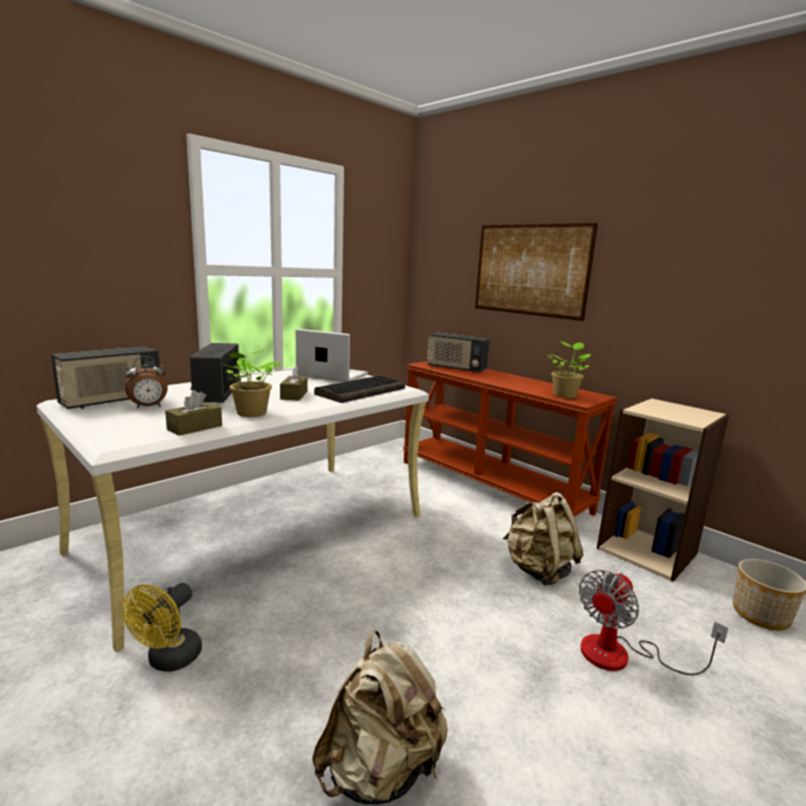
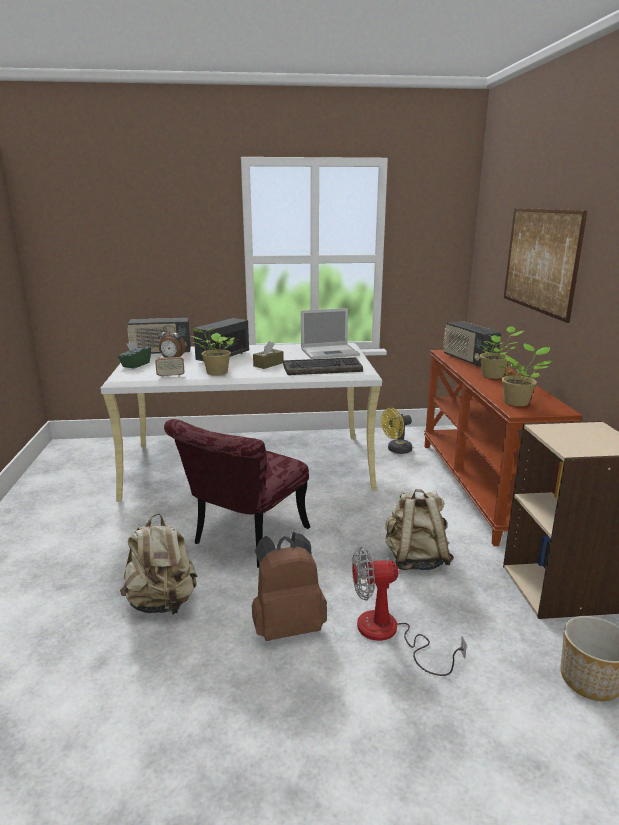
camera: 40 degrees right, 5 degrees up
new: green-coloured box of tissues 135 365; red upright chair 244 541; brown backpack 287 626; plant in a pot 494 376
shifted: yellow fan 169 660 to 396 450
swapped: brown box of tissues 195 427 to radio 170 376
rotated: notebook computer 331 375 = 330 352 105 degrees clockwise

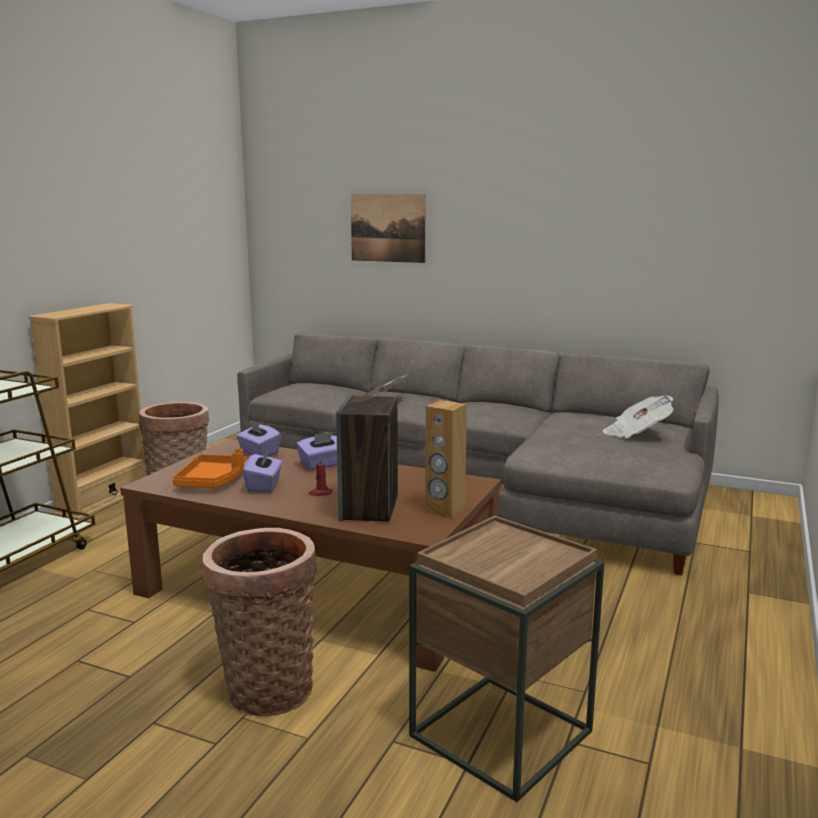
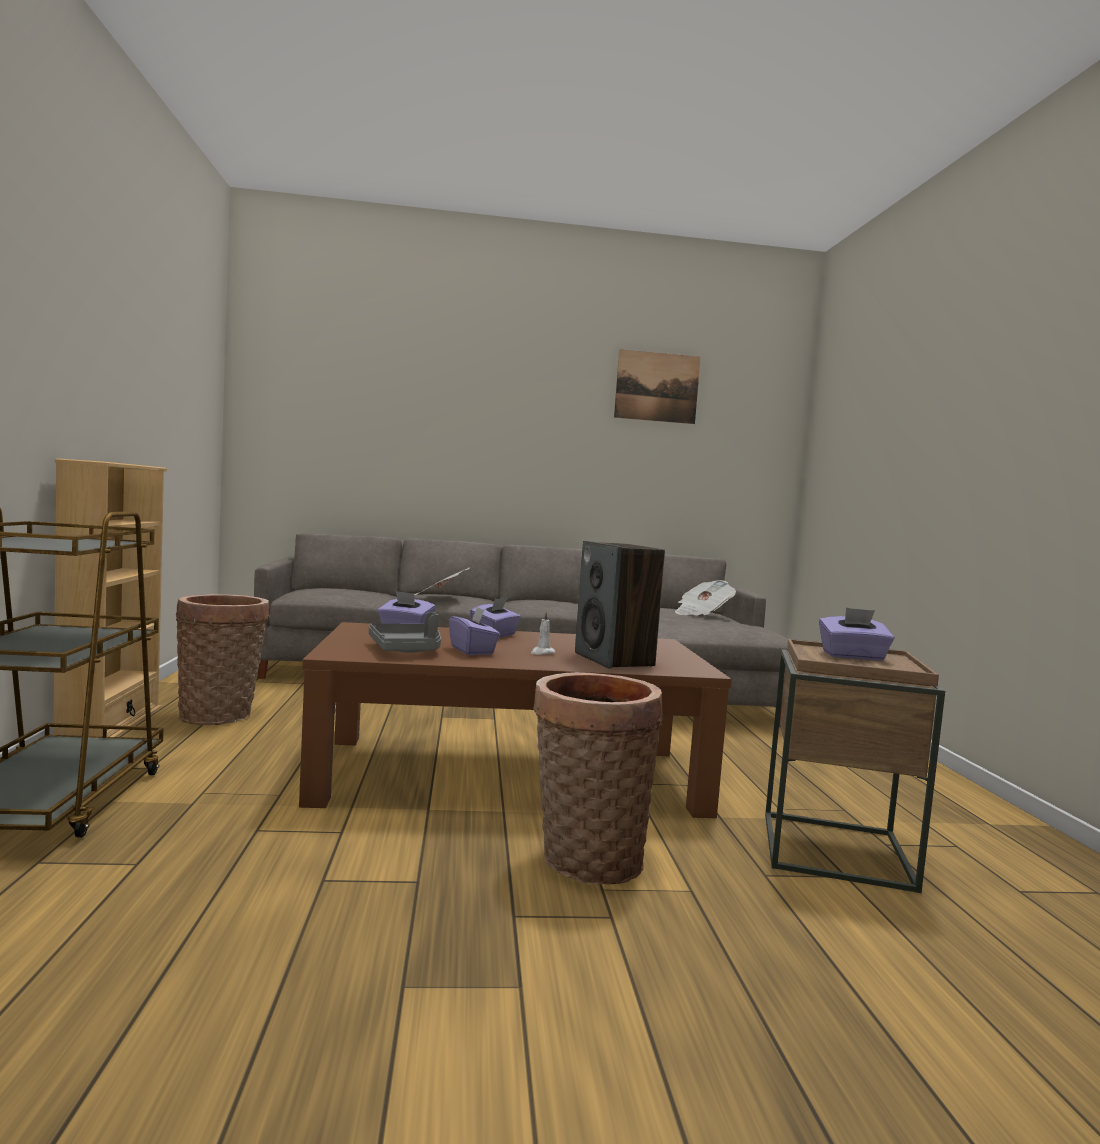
camera: 30 degrees left, 10 degrees down
gone: brown loudspeaker 444 511
new: purple box of tissues 853 656
shifted: wall picture 388 228 to 657 387
repainted: orange tray 213 481 to gray tray 406 650; red wax candle 320 493 to white-coloured wax candle 542 653

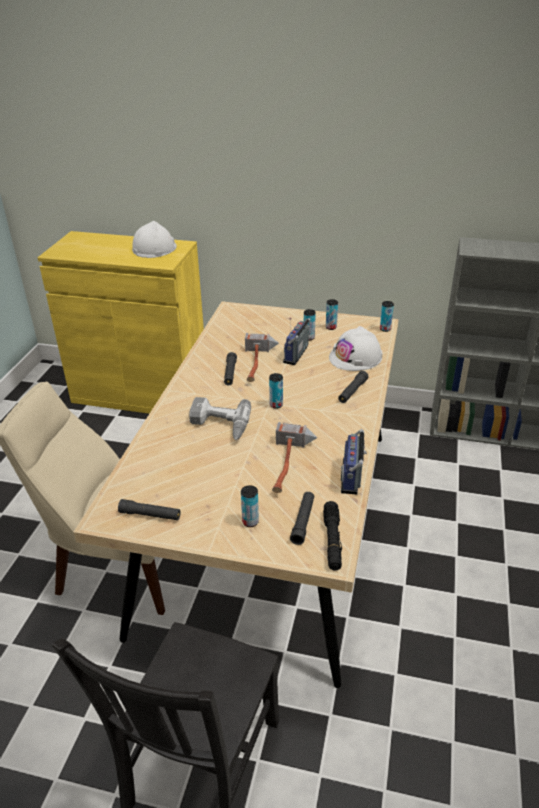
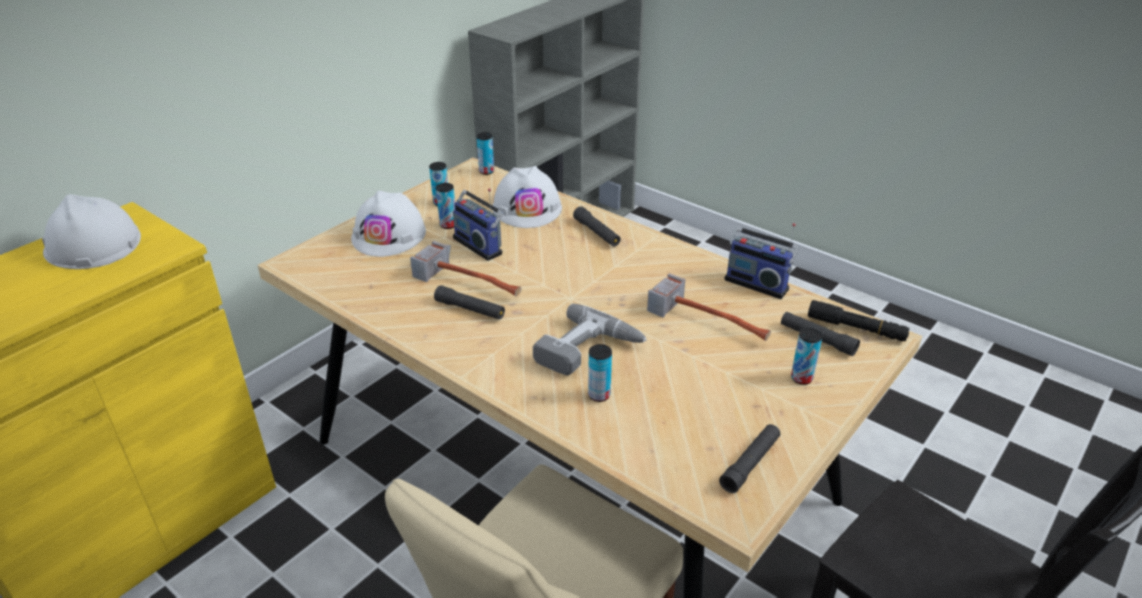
camera: 65 degrees left, 0 degrees up
new: white-coloured hard hat 389 235
shifted: can 276 405 to 599 395

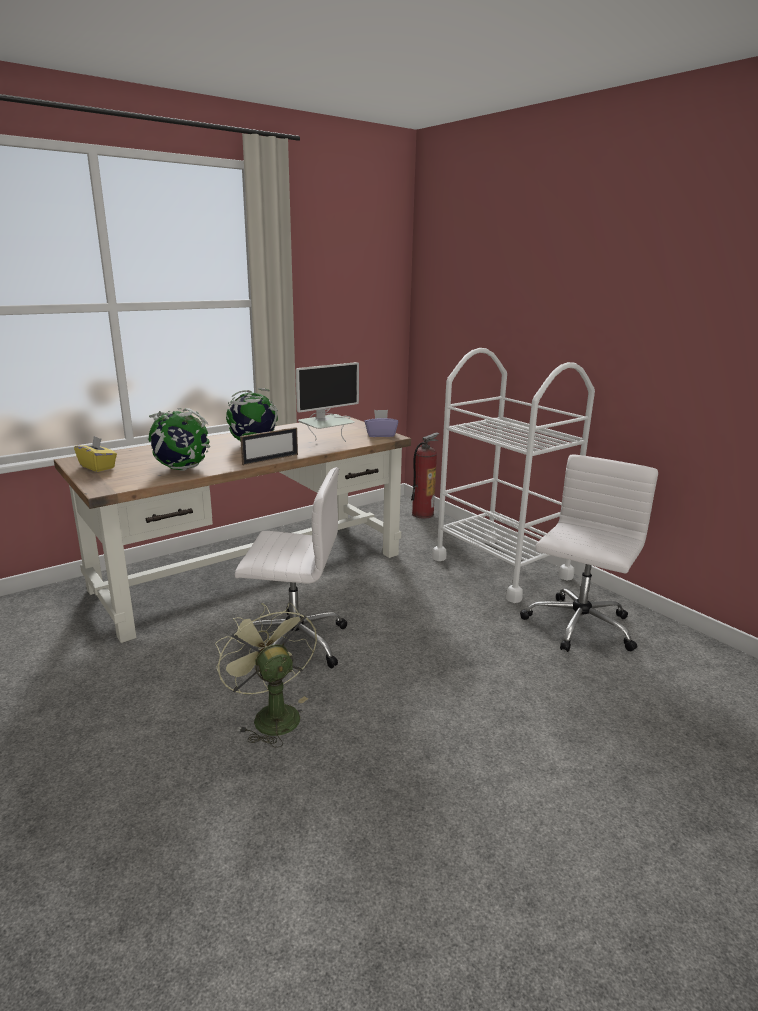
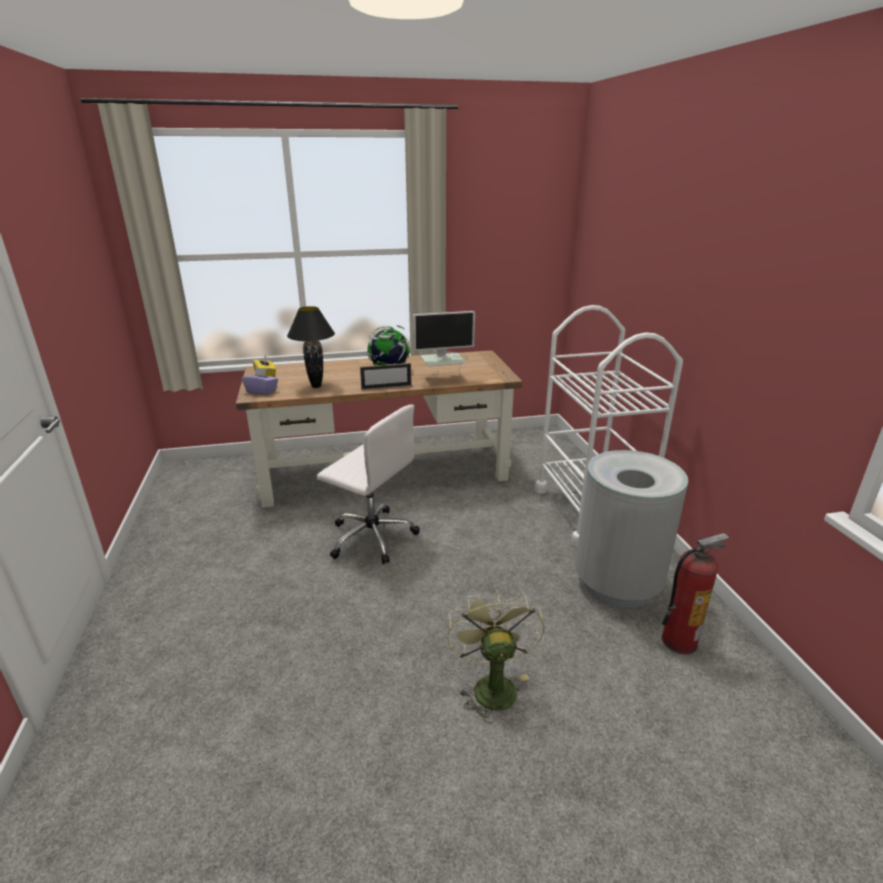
camera: 25 degrees right, 5 degrees up
shifted: green-coloured fan 271 715 to 491 684; purple box of tissues 380 435 to 262 391; fire-fighting cylinder 422 514 to 679 640
swapped: globe 181 468 to blackish lamp for a table 316 386; white-coloured computer chair 578 627 to gray rubbish bin 617 584

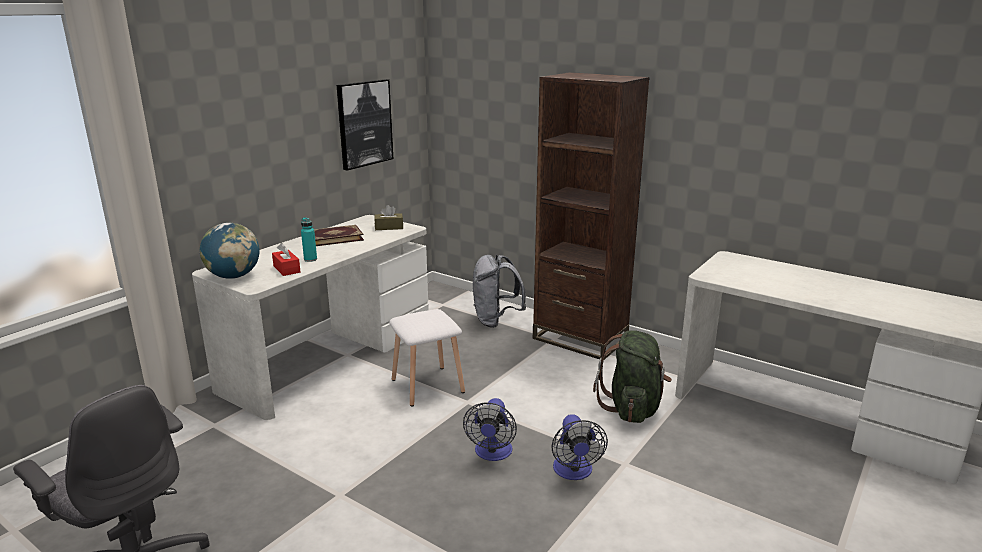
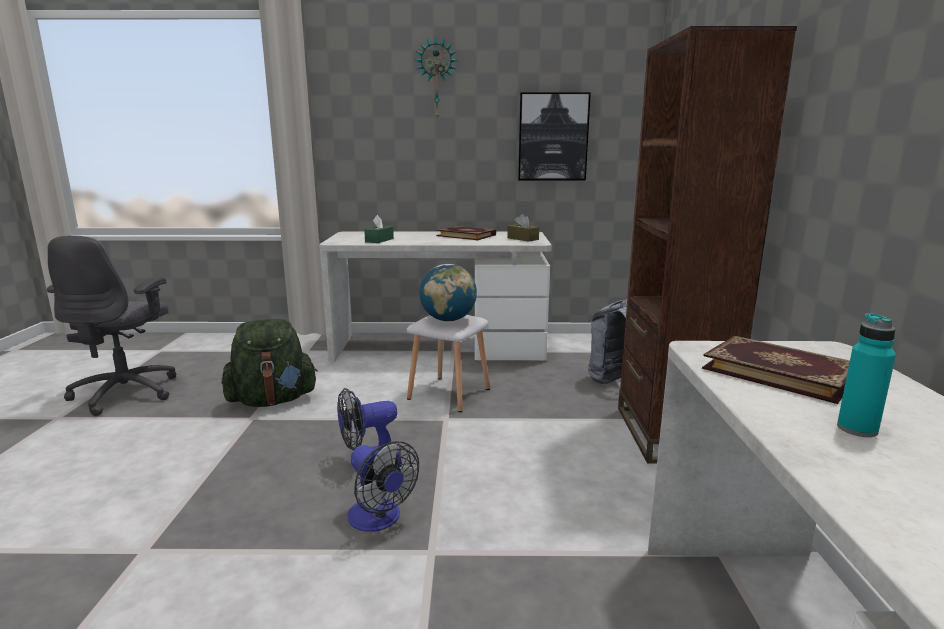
camera: 55 degrees right, 5 degrees down
new: clock on the wall 436 79; volume 779 371
shifted: globe 233 276 to 448 320; turquoise drink bottle 310 259 to 857 429; green-coloured backpack 632 408 to 272 400
repainted: red box of tissues 286 269 to green-coloured box of tissues 379 240
rotated: fan 574 472 = 379 519 90 degrees counterclockwise

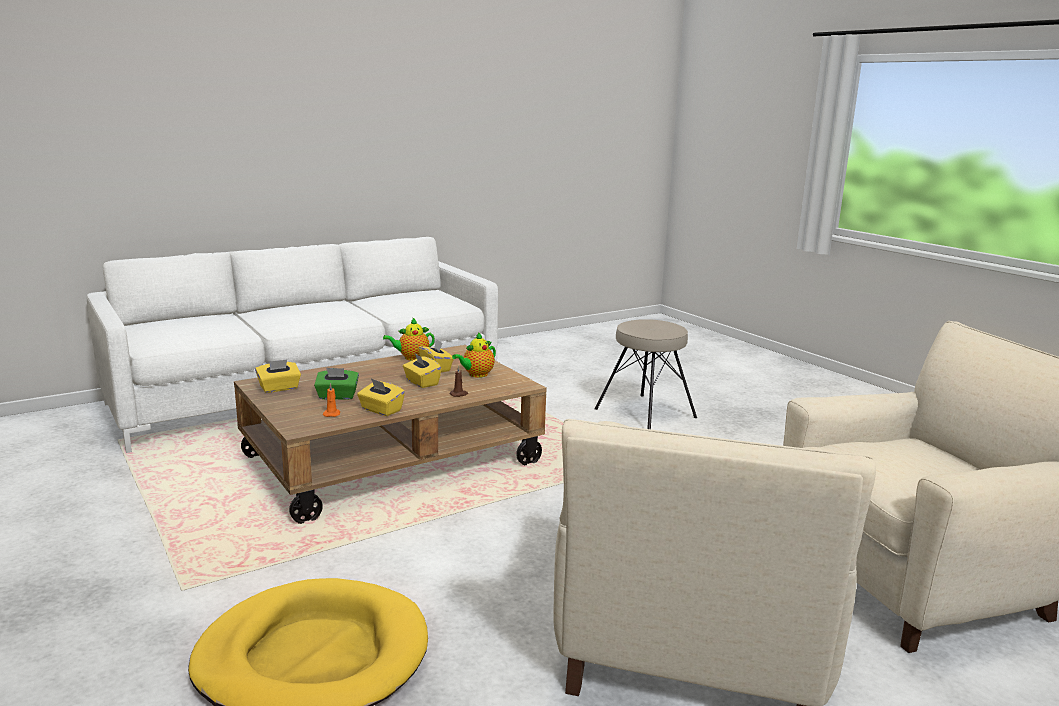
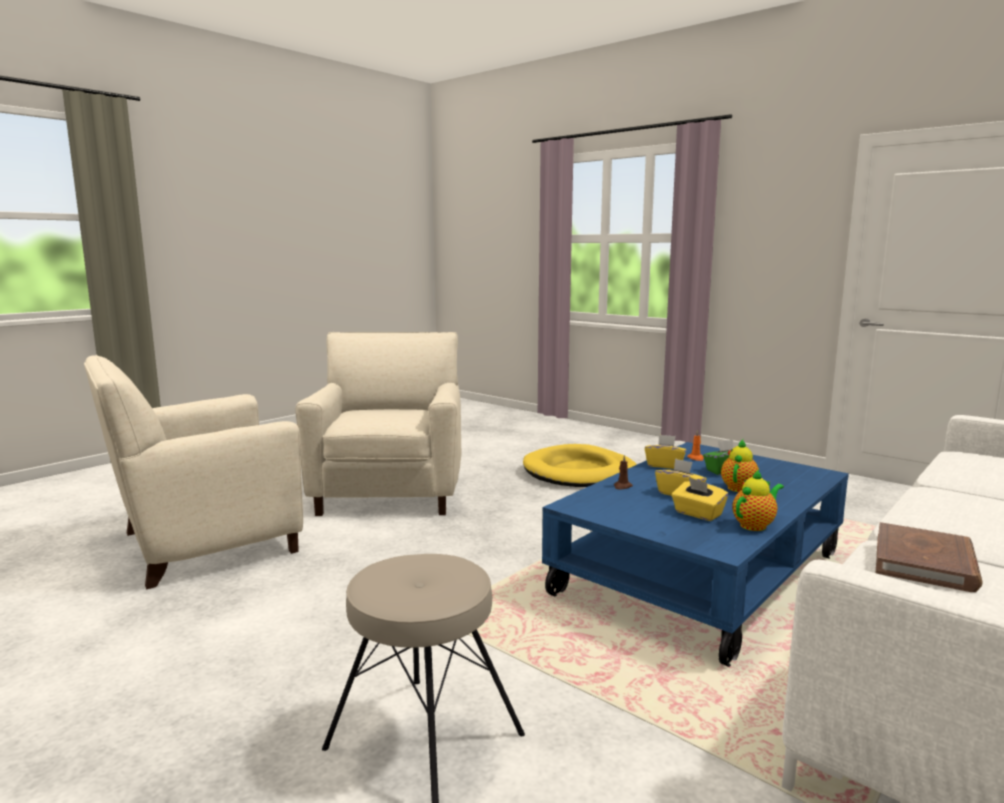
camera: 165 degrees right, 5 degrees down
gone: yellow box of tissues 279 388
new: brown volume 924 562
shifted: teapot 476 375 to 739 487
repainted: brown low table 392 460 to bluish low table 701 575

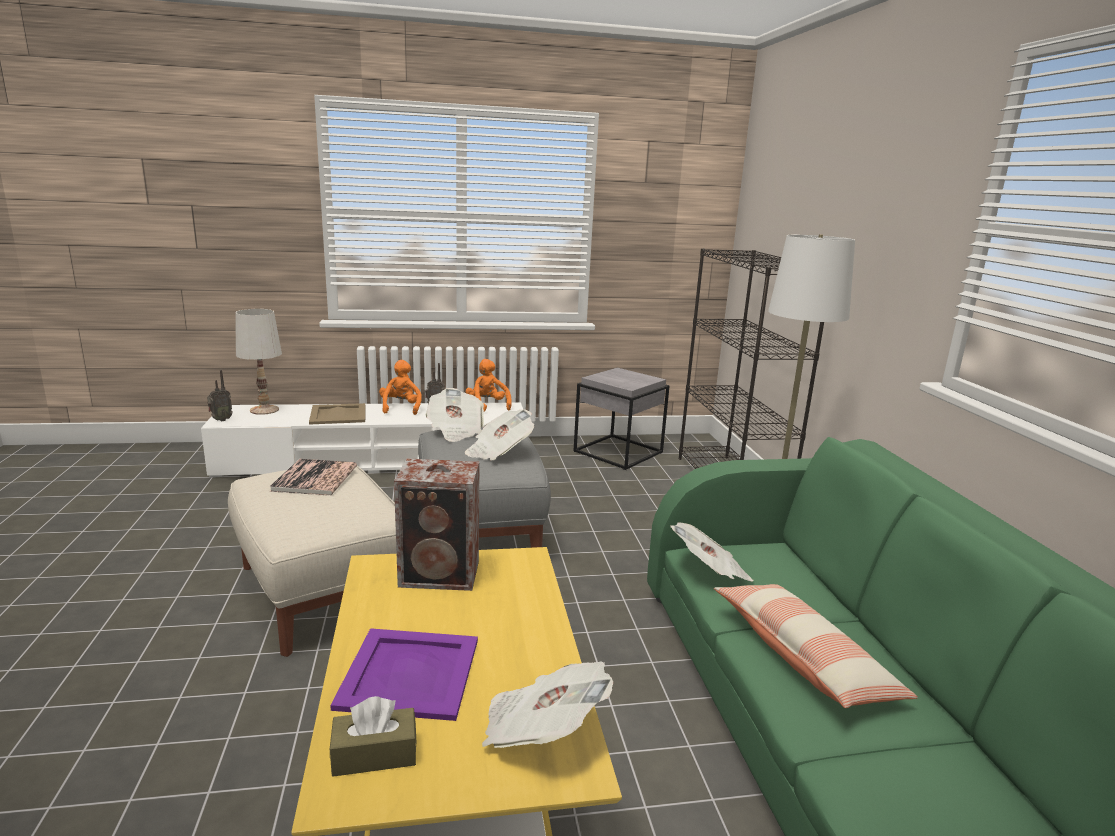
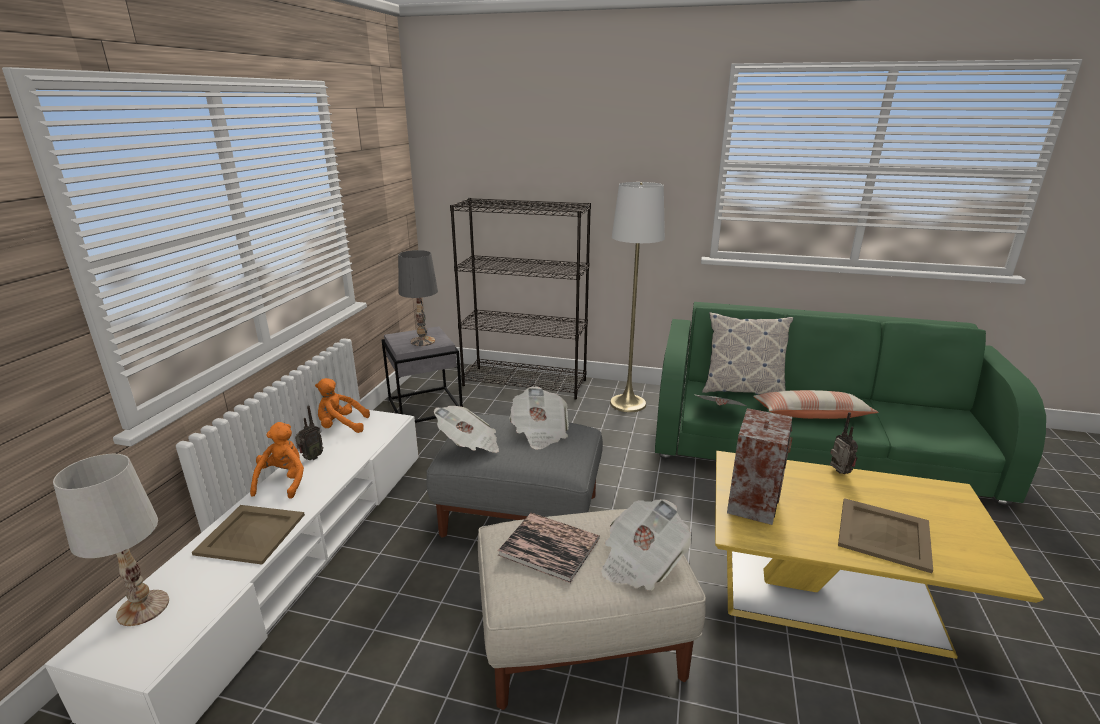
camera: 65 degrees left, 5 degrees up
gone: brown box of tissues 374 754
new: gray lamp for a table 422 341; throw pillow 742 390
shifted: radio 220 420 to 838 473; daily paper 541 731 to 640 562
repainted: purple tray 408 672 to beige tray 883 534
rotated: orange soft toy 401 408 = 283 481 75 degrees clockwise

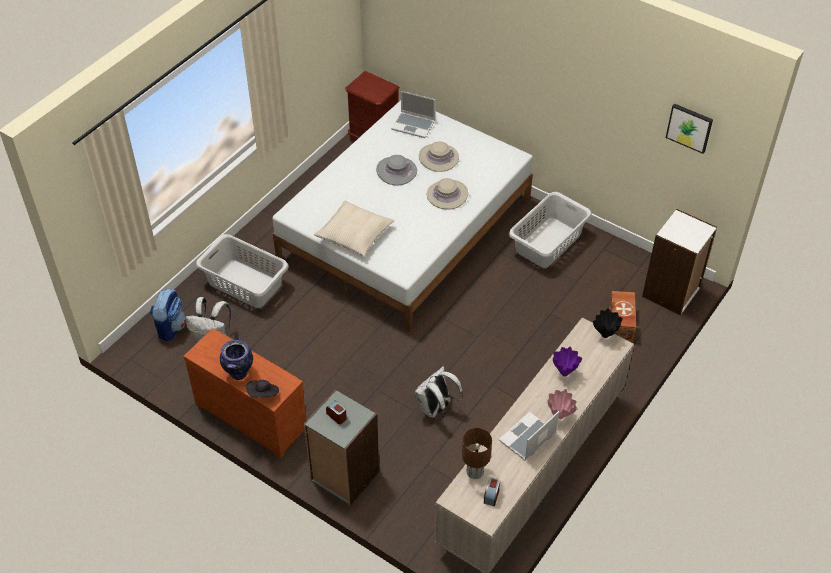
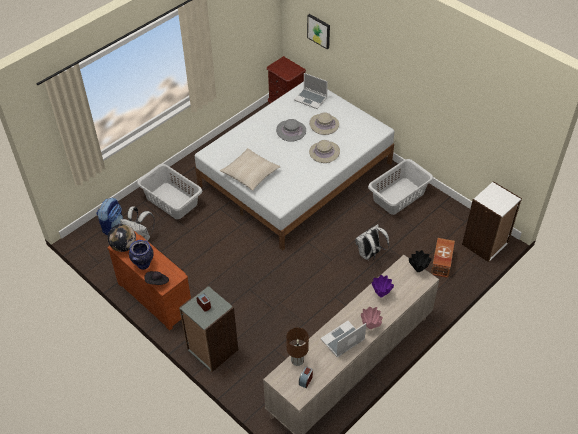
camera: 10 degrees right, 0 degrees up
new: globe 124 246
shifted: white-coloured backpack 436 409 to 369 254; wall picture 689 127 to 319 31

